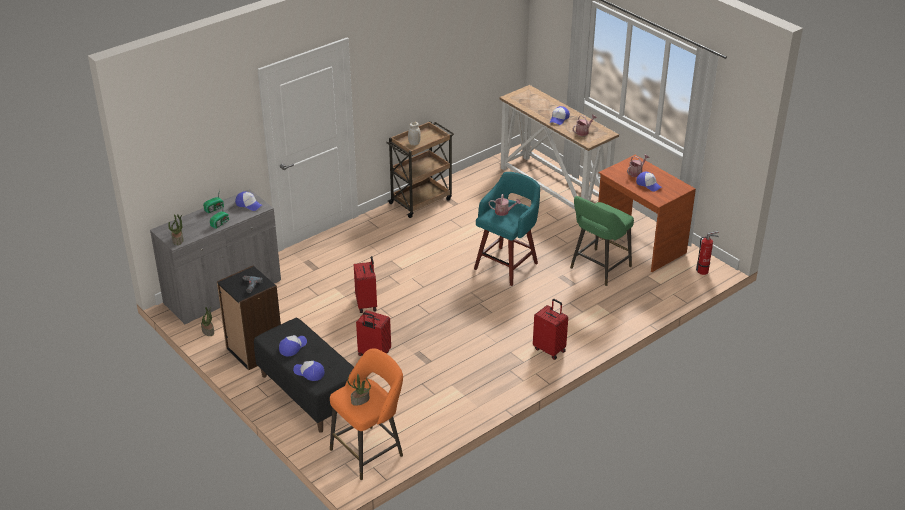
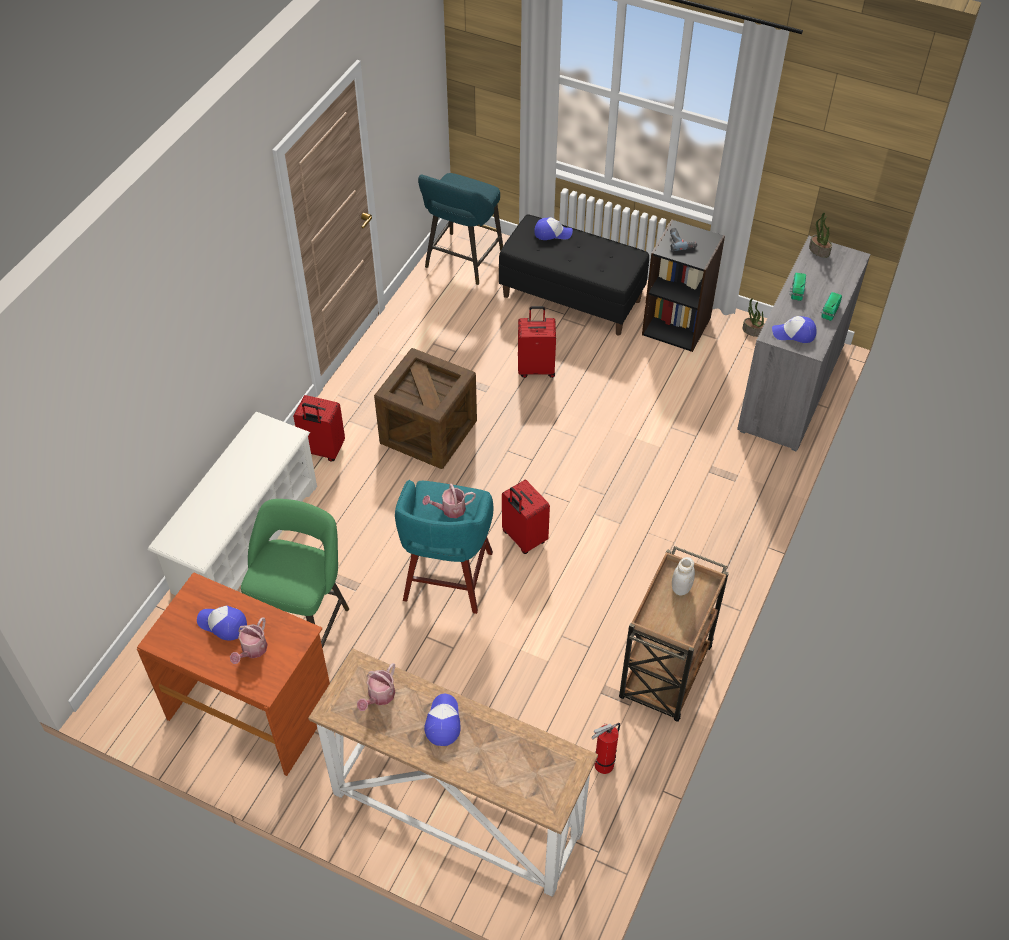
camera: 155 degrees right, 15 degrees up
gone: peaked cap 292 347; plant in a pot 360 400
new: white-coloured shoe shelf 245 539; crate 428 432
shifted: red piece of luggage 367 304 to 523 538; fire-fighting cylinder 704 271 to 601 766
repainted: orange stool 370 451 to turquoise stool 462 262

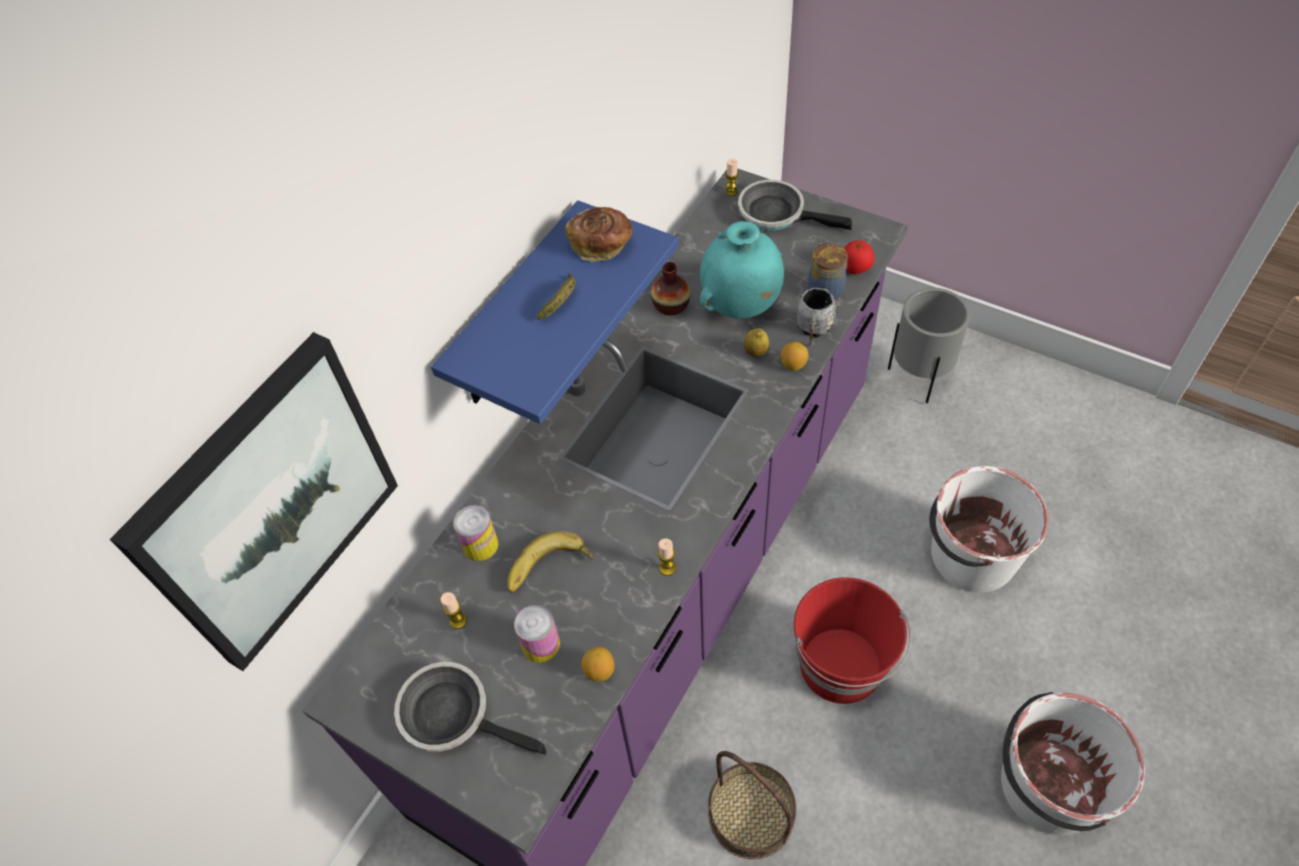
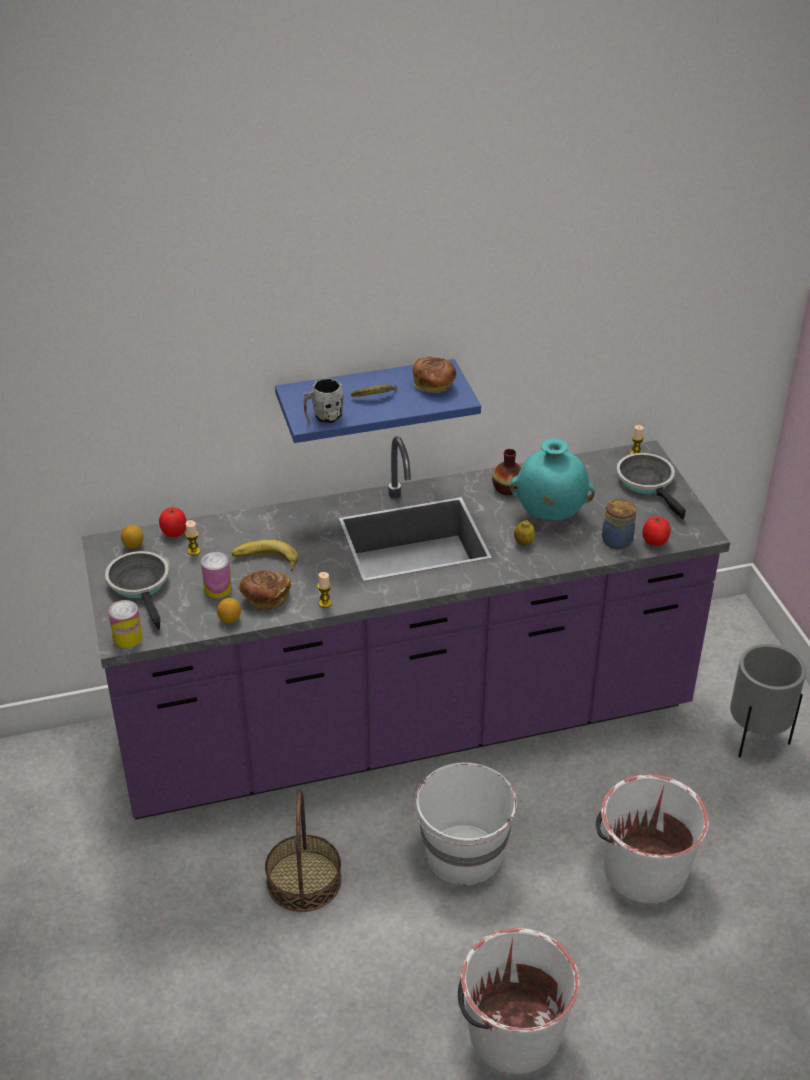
camera: 40 degrees right, 15 degrees down
gone: wall picture 269 504
new: fresh tomato 174 533; bakery bread 265 598
shifted: can 480 545 to 127 638; whole lemon 793 364 to 133 545; gray coffee mug 813 330 to 323 417
repainted: red pail 841 666 to white-coloured pail 463 855

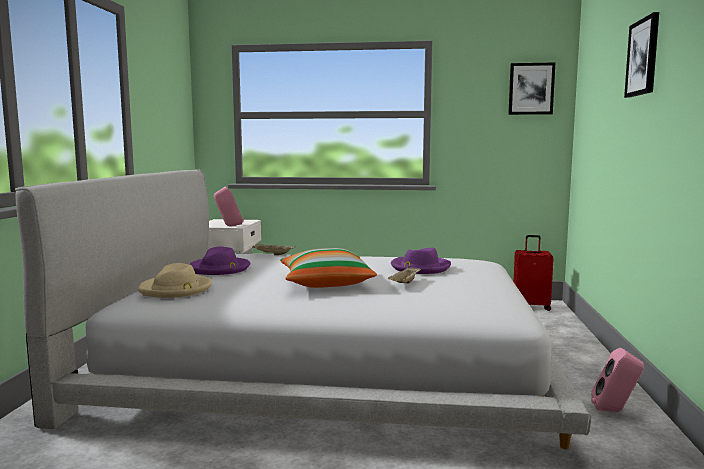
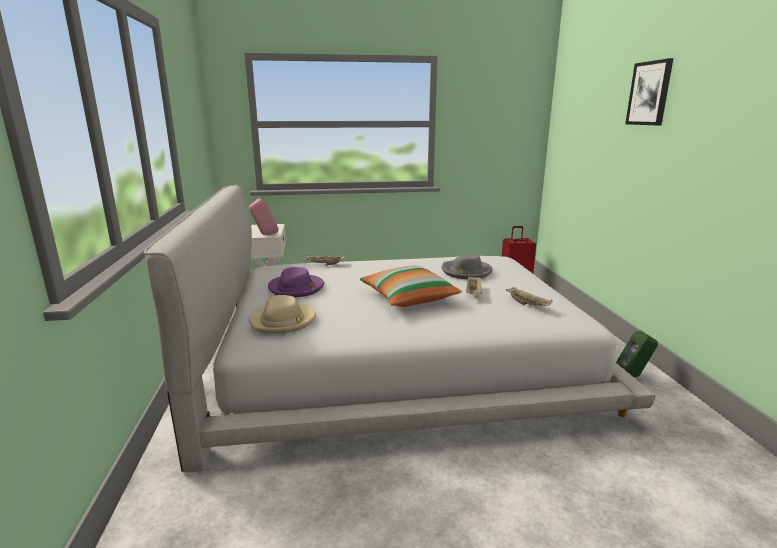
camera: 15 degrees left, 10 degrees up
gone: wall picture 531 89
new: beige tray 528 305
repainted: purple hat 420 268 to gray hat 466 272; pinkish loudspeaker 615 411 to green-coloured loudspeaker 633 376

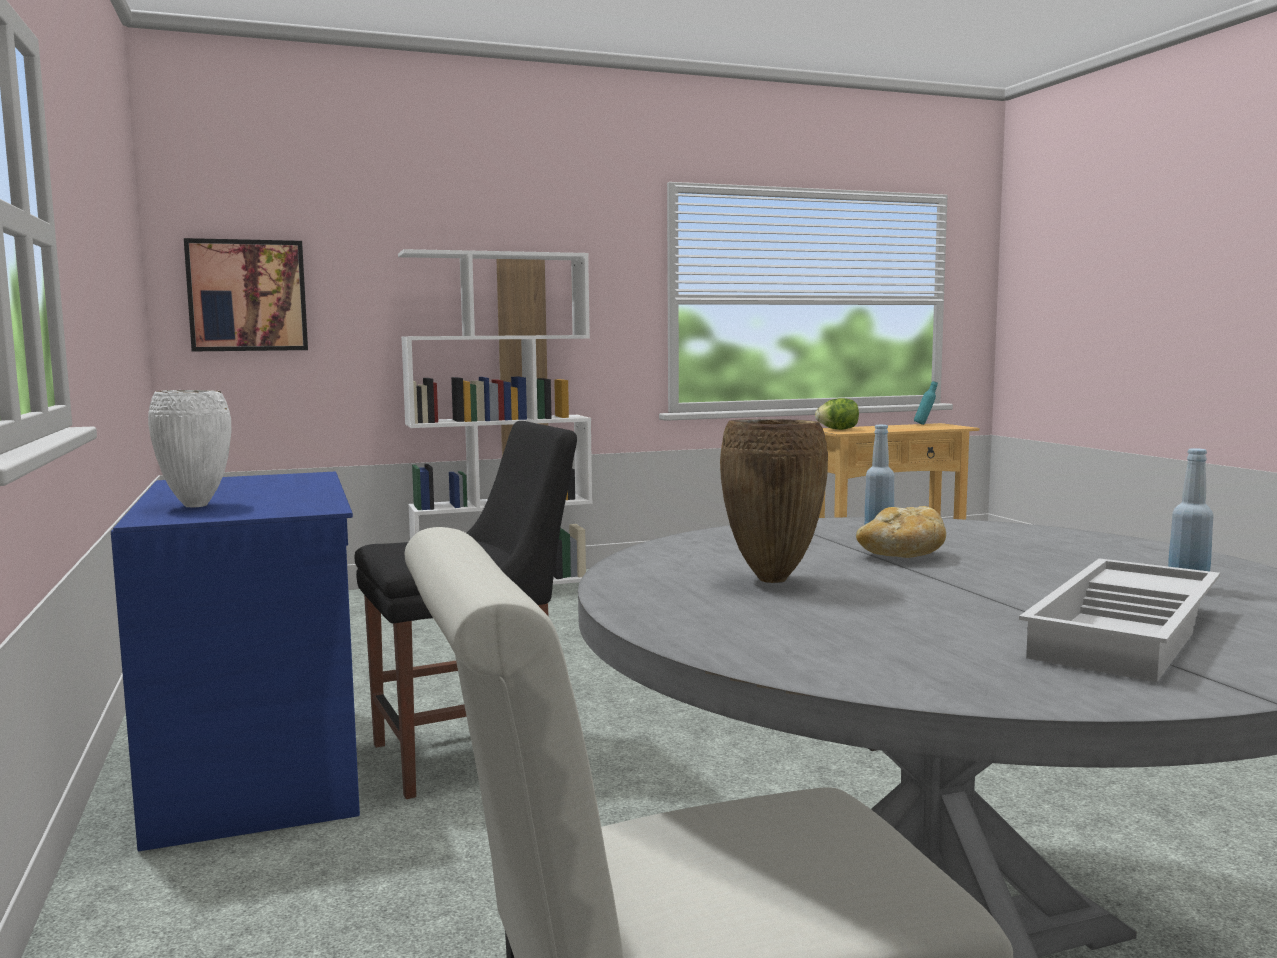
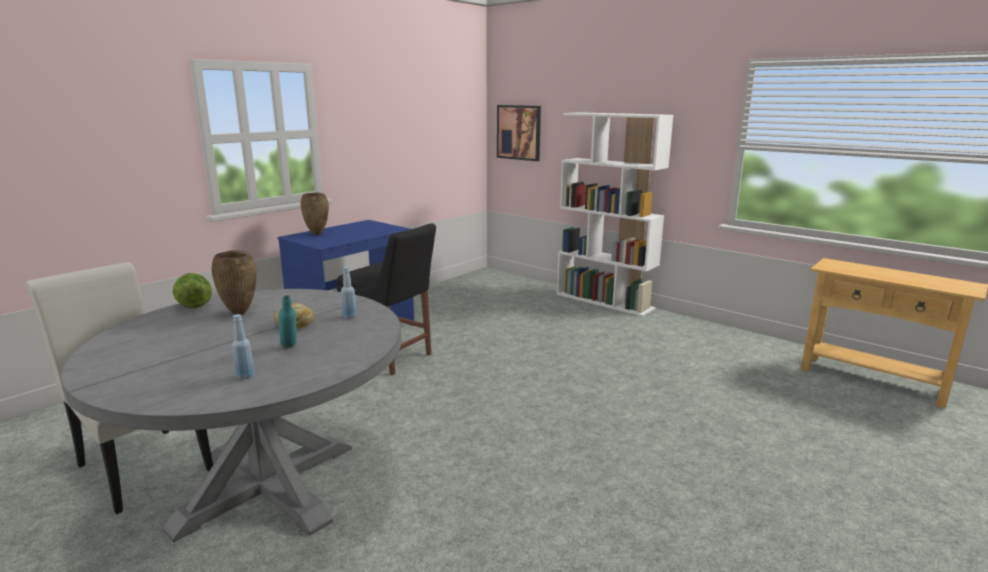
camera: 60 degrees right, 10 degrees up
gone: white-coloured tray 1129 633
shifted: head of lettuce 838 429 to 194 305; turquoise drink bottle 925 424 to 290 348
repainted: white-coloured flower vase 197 506 to brown flower vase 317 234

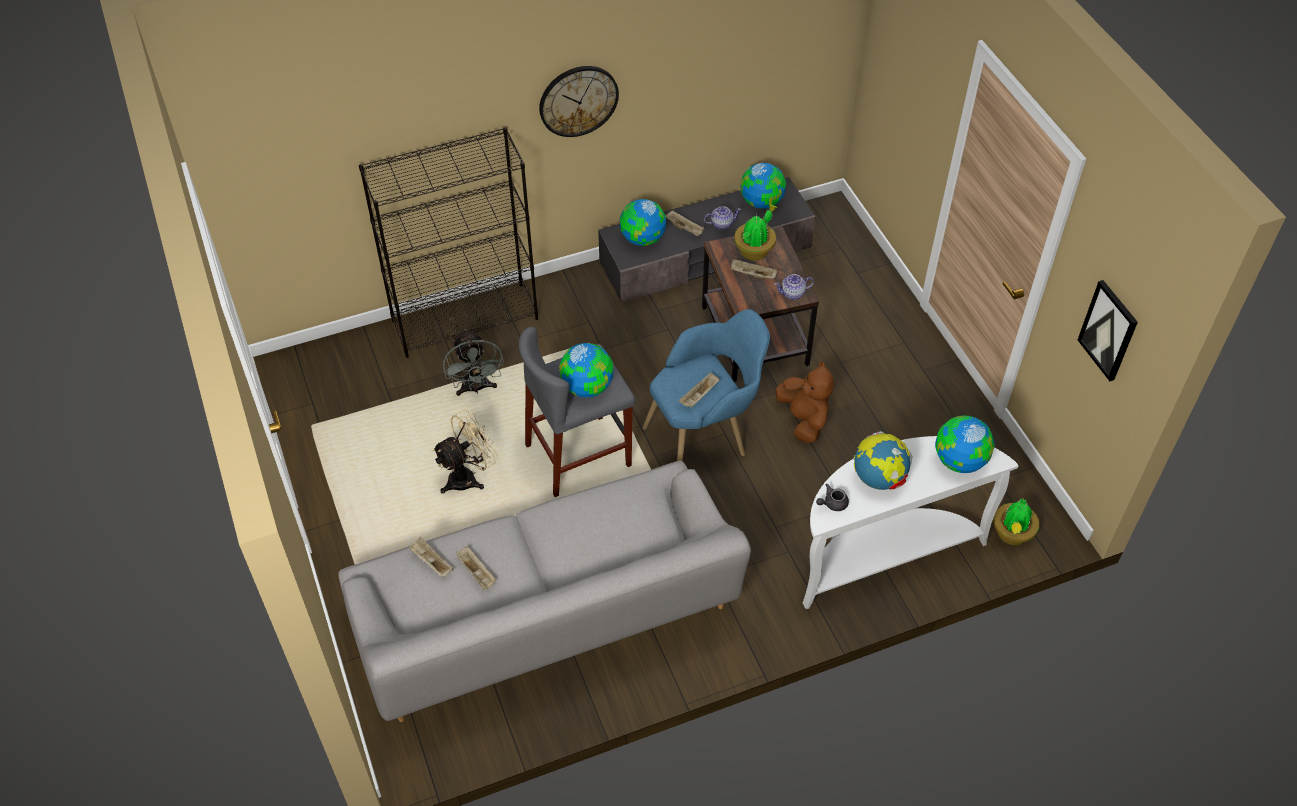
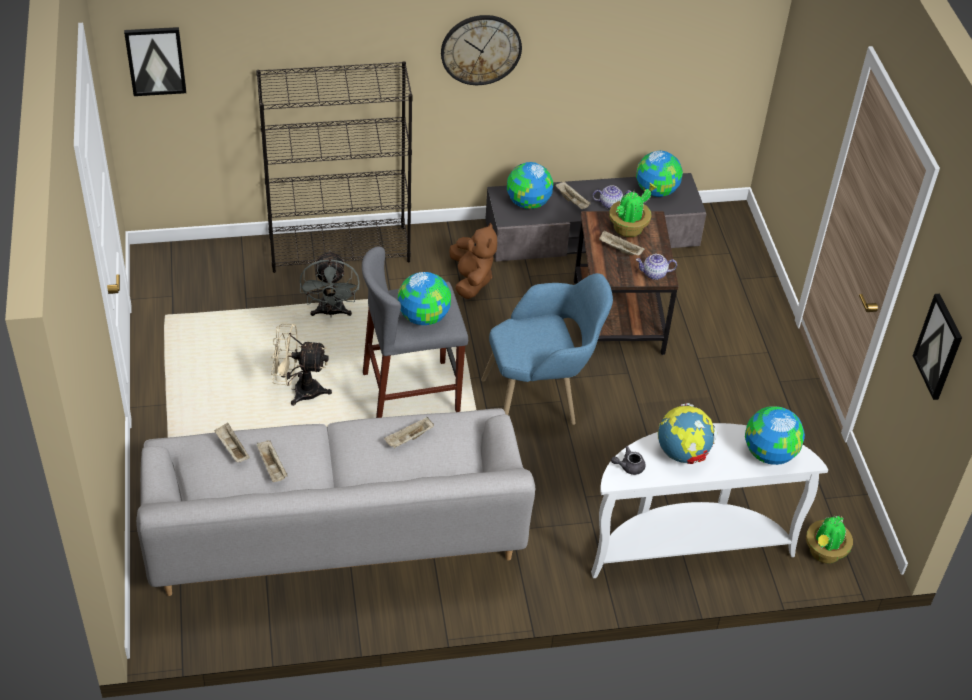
camera: 10 degrees right, 5 degrees down
new: wall picture 155 60
shifted: beige tray 699 396 to 409 439; brown soft toy 803 419 to 471 280
rotated: beige fan 468 477 = 299 390 150 degrees counterclockwise

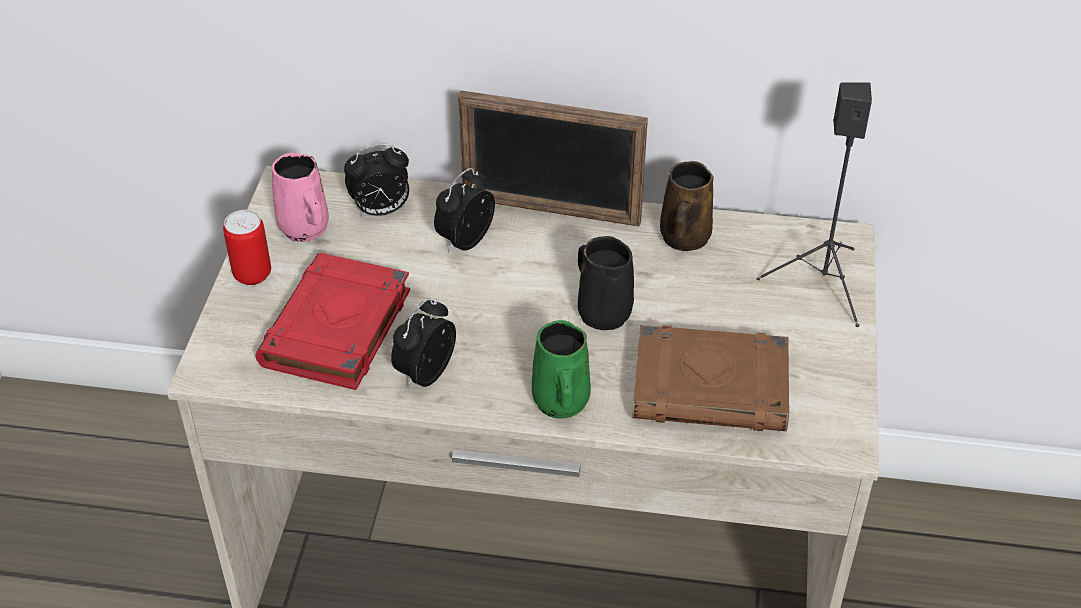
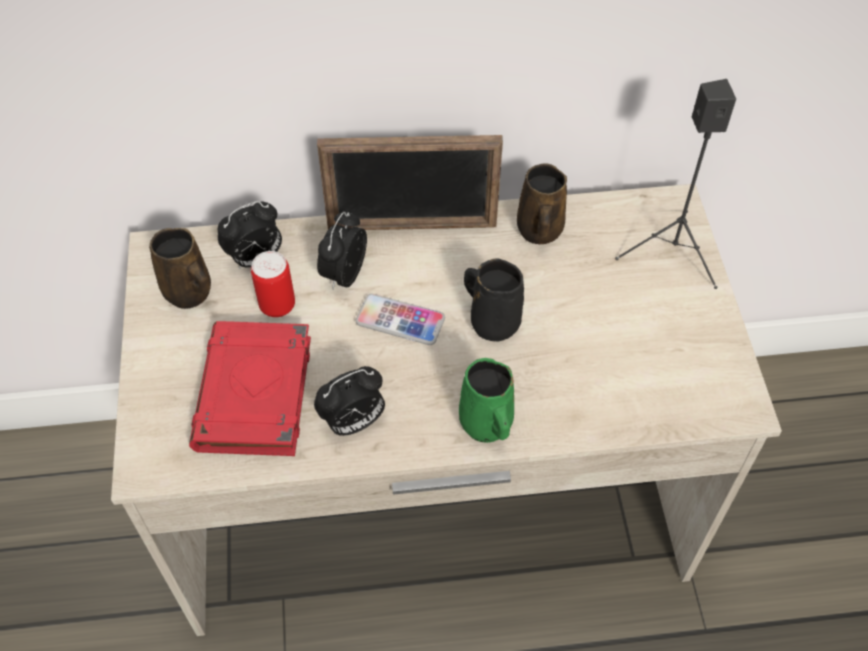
camera: 15 degrees left, 10 degrees up
gone: brown volume 712 388
new: telephone 400 320
shifted: can 252 274 to 277 305
repainted: pinkish coffee mug 305 229 to brown coffee mug 190 294
rotated: bedside clock 425 373 = 353 422 135 degrees counterclockwise

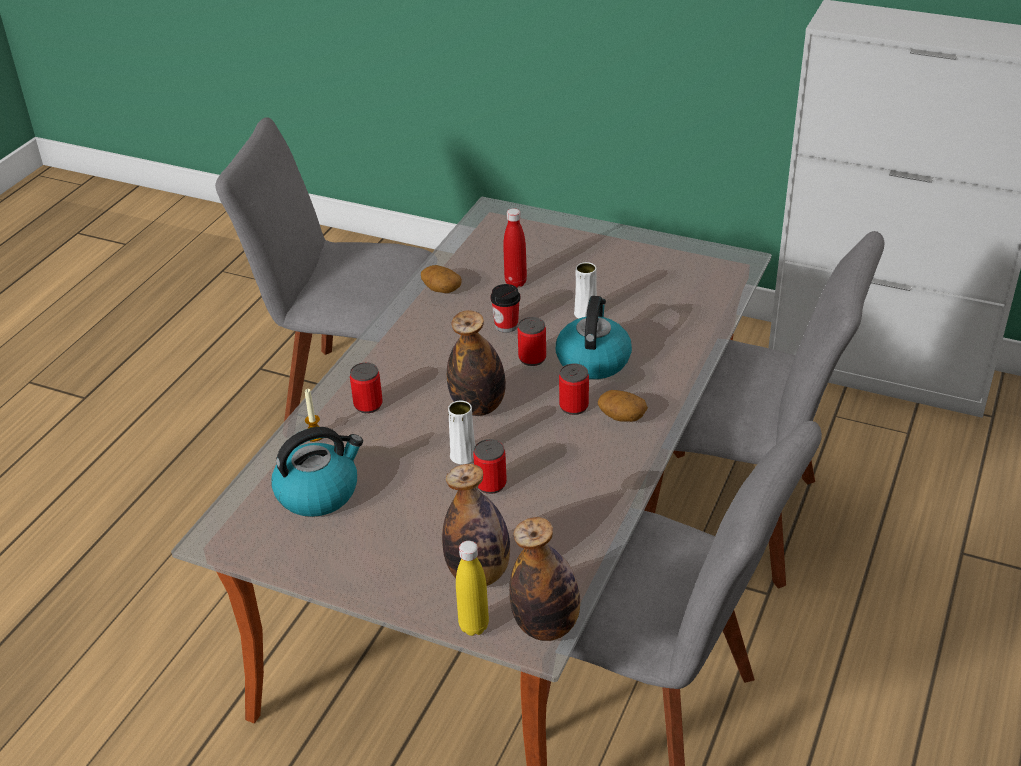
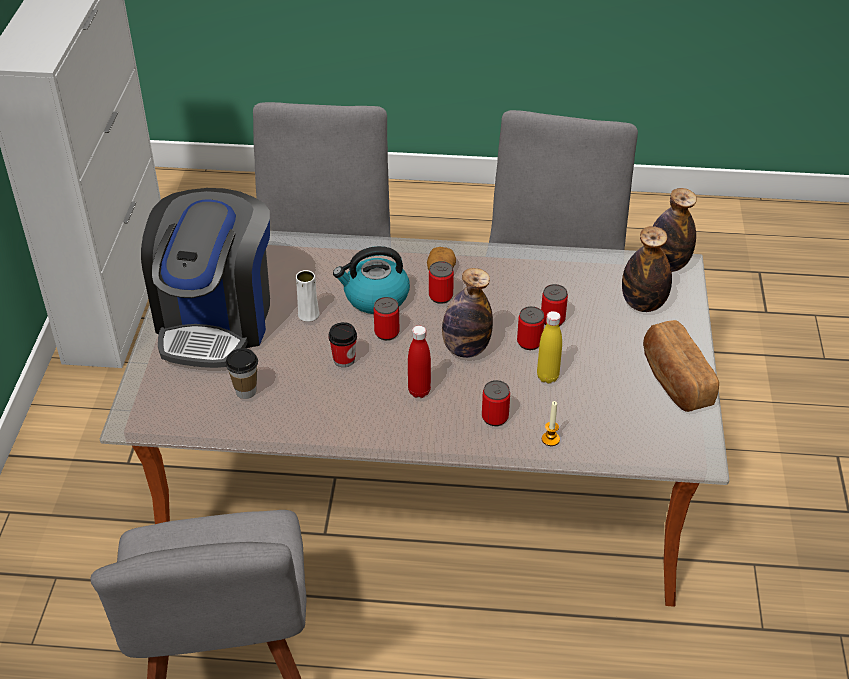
camera: 110 degrees left, 5 degrees up
gone: tea kettle 318 492; spud 441 289
new: coffee machine 216 320; cup 246 391; bakery bread 674 380
shifted: yellow drink bottle 474 626 to 547 377; red drink bottle 515 282 to 419 391
swapped: white-coloured flower vase 463 456 to can 529 342

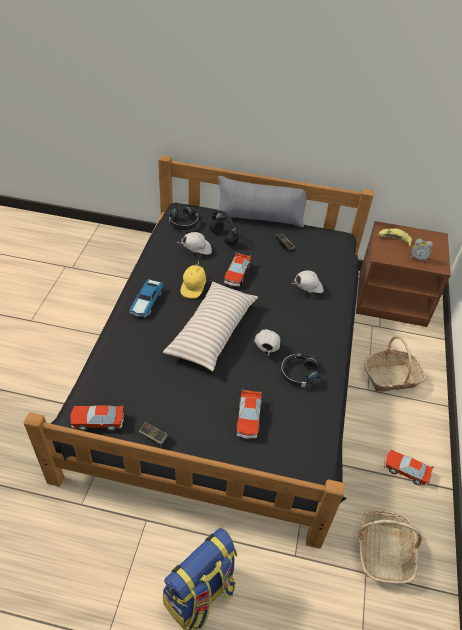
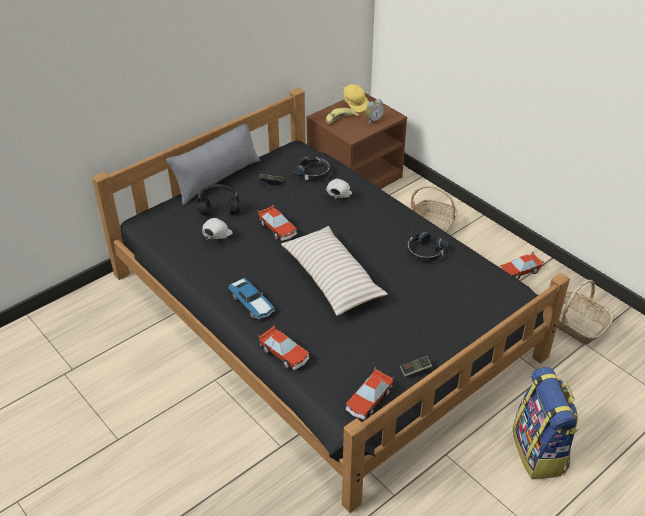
camera: 50 degrees left, 5 degrees down
gone: white-coloured peaked cap 266 348
shifted: blackish headphones 183 222 to 313 173; yellow peaked cap 194 287 to 355 104; miniature car 248 418 to 284 354

